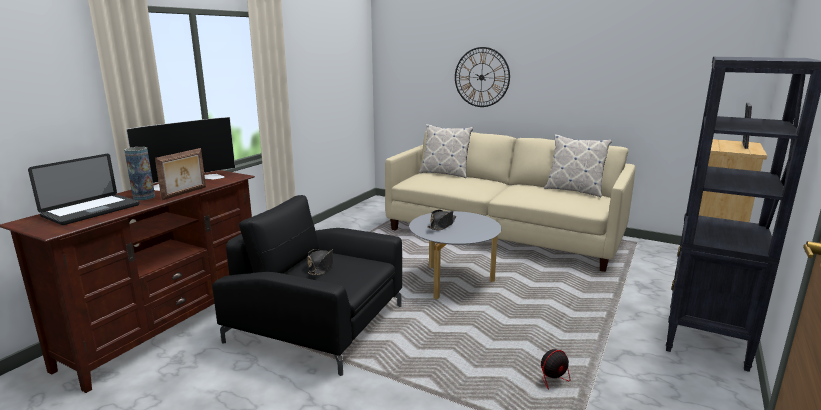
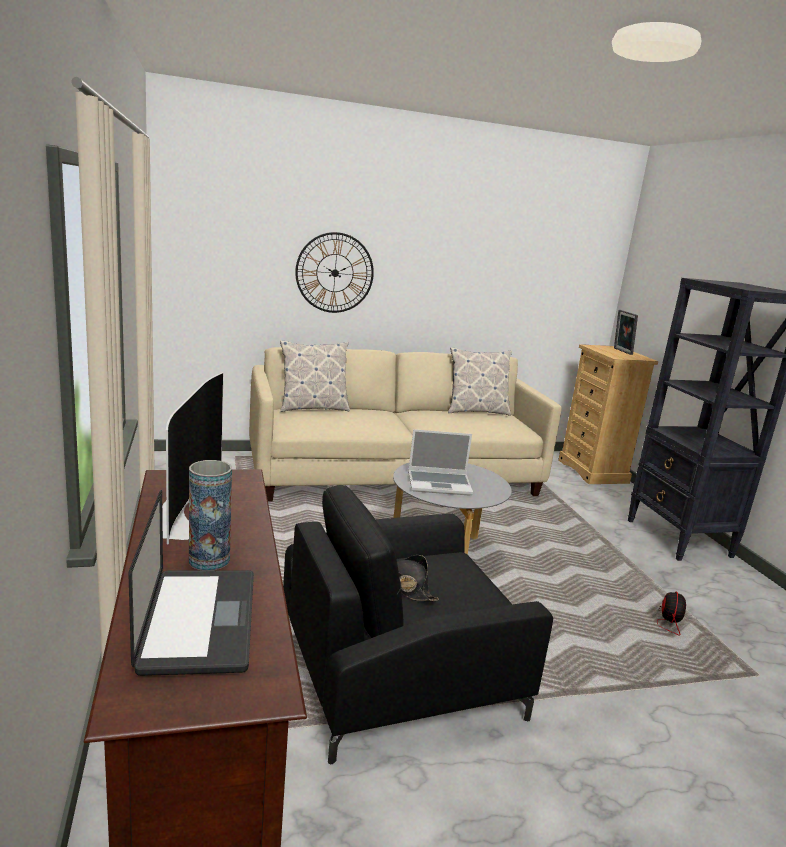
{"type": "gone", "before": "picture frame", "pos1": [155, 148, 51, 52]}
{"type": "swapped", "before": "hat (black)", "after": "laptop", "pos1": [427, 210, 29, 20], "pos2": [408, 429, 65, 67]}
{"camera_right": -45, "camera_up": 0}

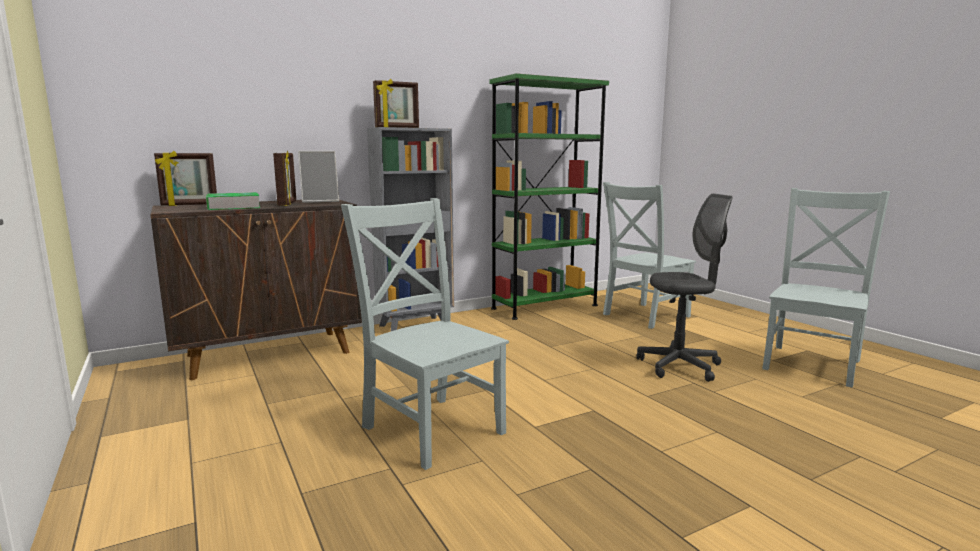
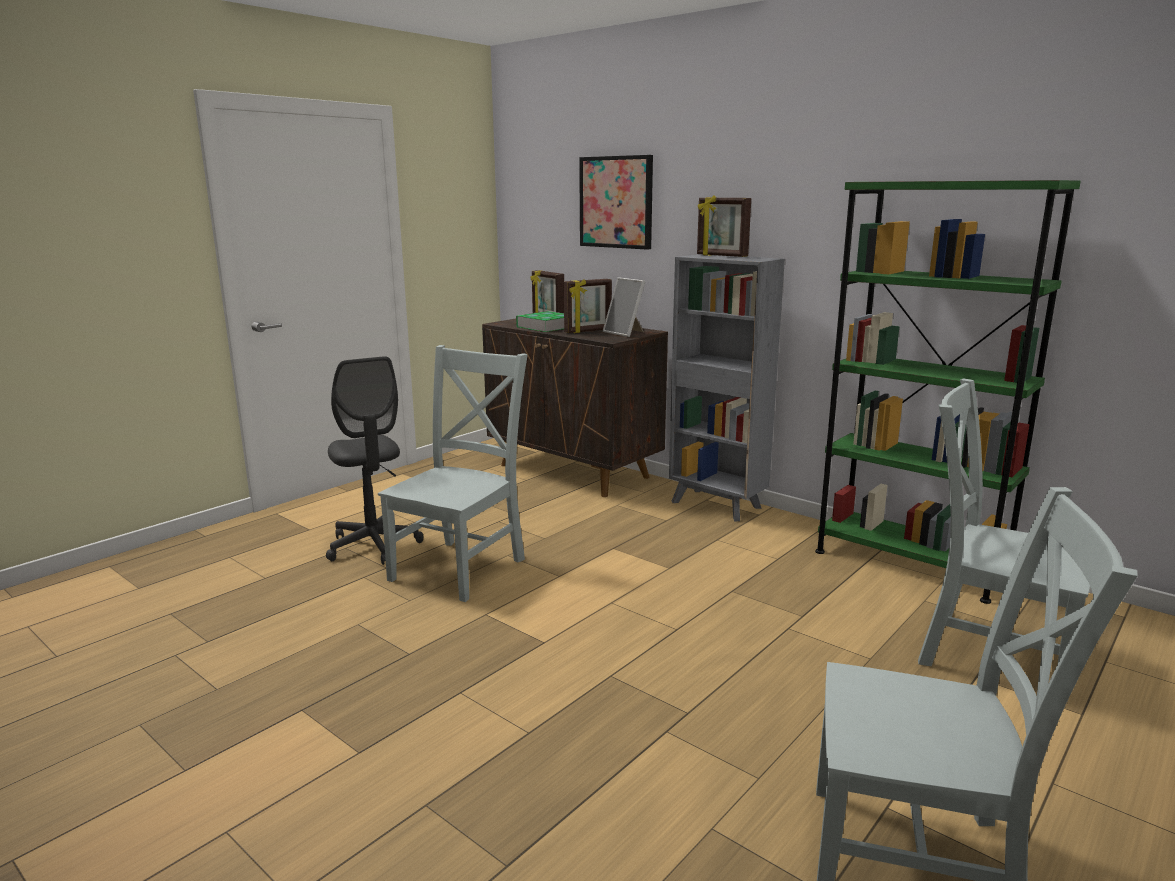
{"type": "shifted", "before": "office chair (grey)", "pos1": [636, 193, 97, 189], "pos2": [326, 356, 98, 209]}
{"type": "new", "after": "picture", "pos2": [579, 155, 74, 95]}
{"camera_right": 70, "camera_up": 5}

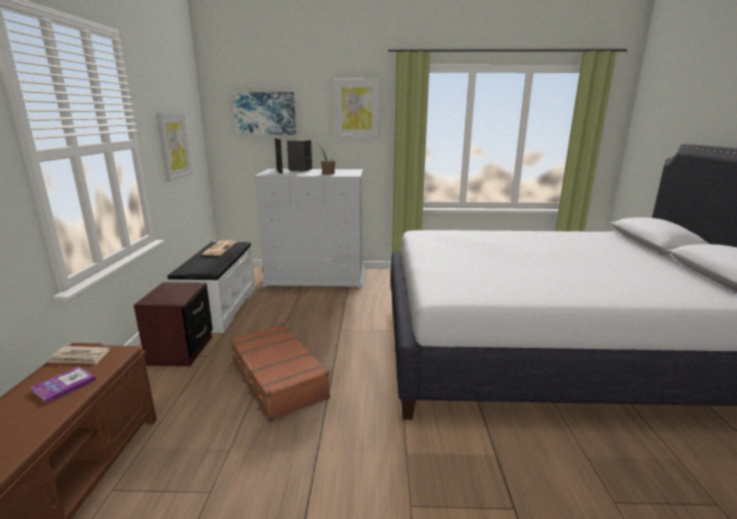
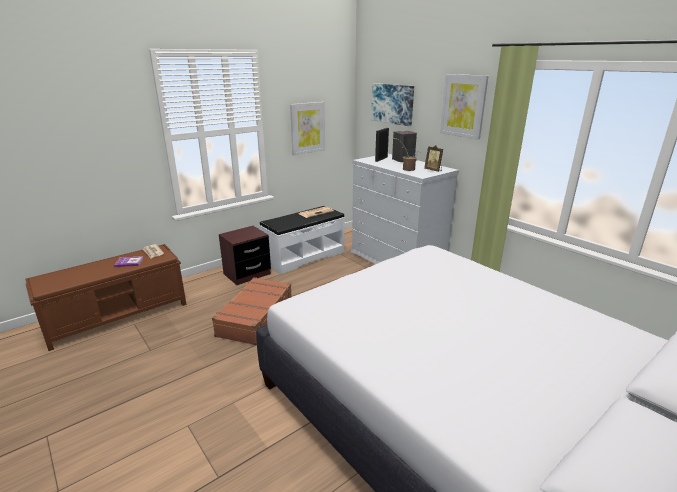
{"type": "new", "after": "picture frame", "pos2": [424, 145, 19, 27]}
{"camera_right": 50, "camera_up": 5}

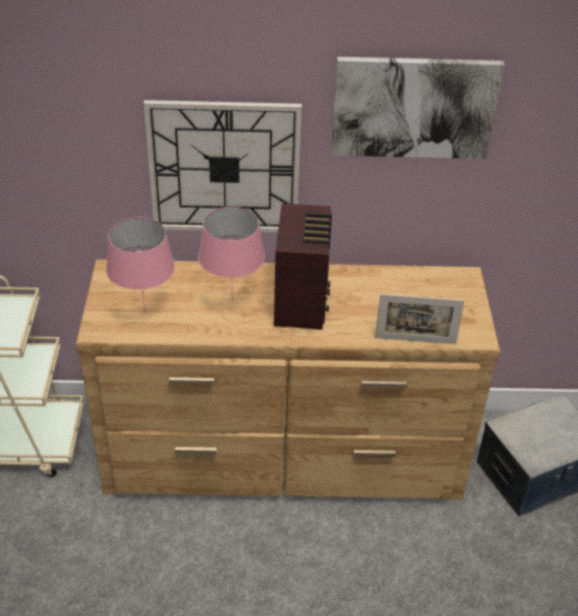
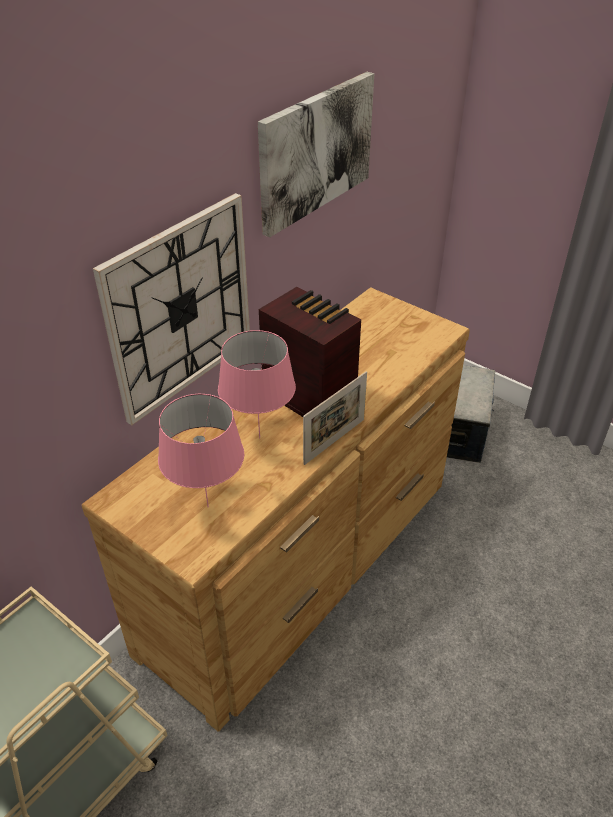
{"type": "shifted", "before": "picture frame", "pos1": [375, 294, 90, 50], "pos2": [303, 371, 64, 94]}
{"camera_right": -50, "camera_up": 0}

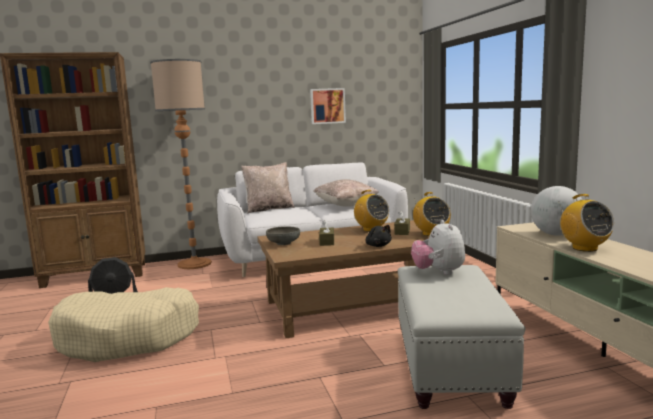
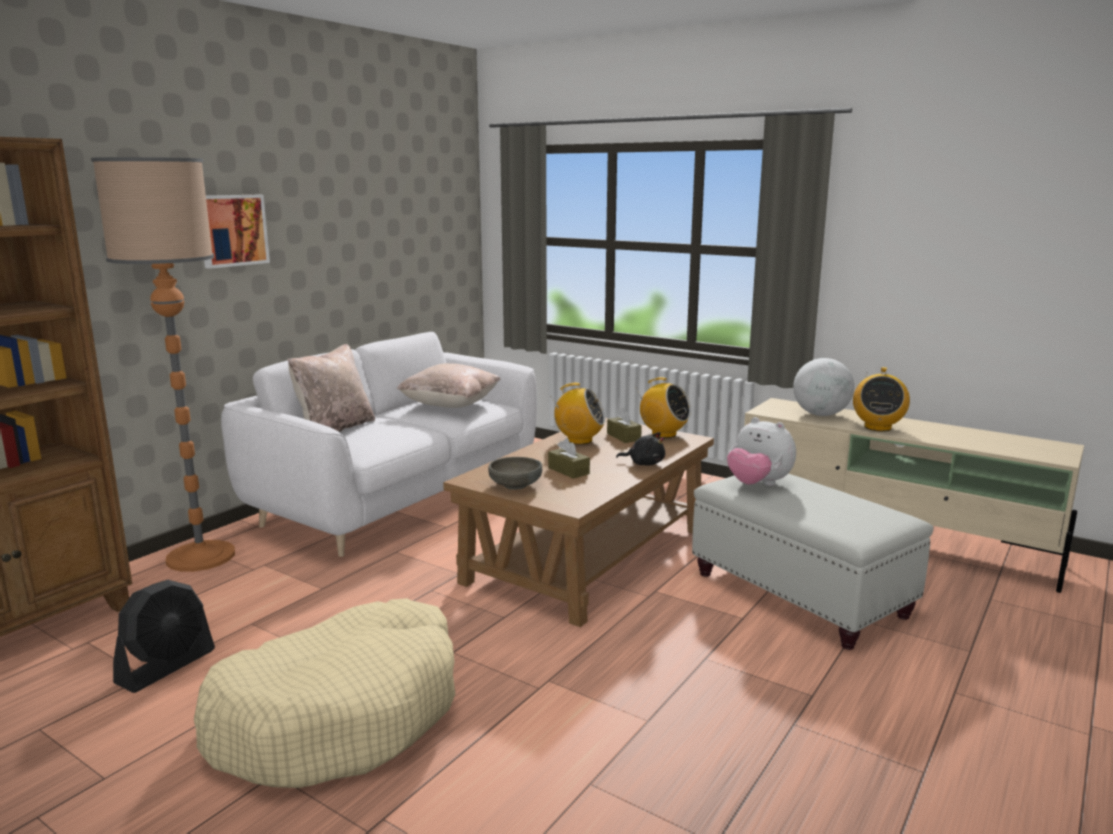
{"type": "shifted", "before": "picture", "pos1": [310, 88, 36, 36], "pos2": [204, 195, 66, 74]}
{"type": "rotated", "before": "radio", "pos1": [559, 194, 55, 58], "pos2": [853, 367, 57, 65], "turn": 75}
{"camera_right": -40, "camera_up": 5}

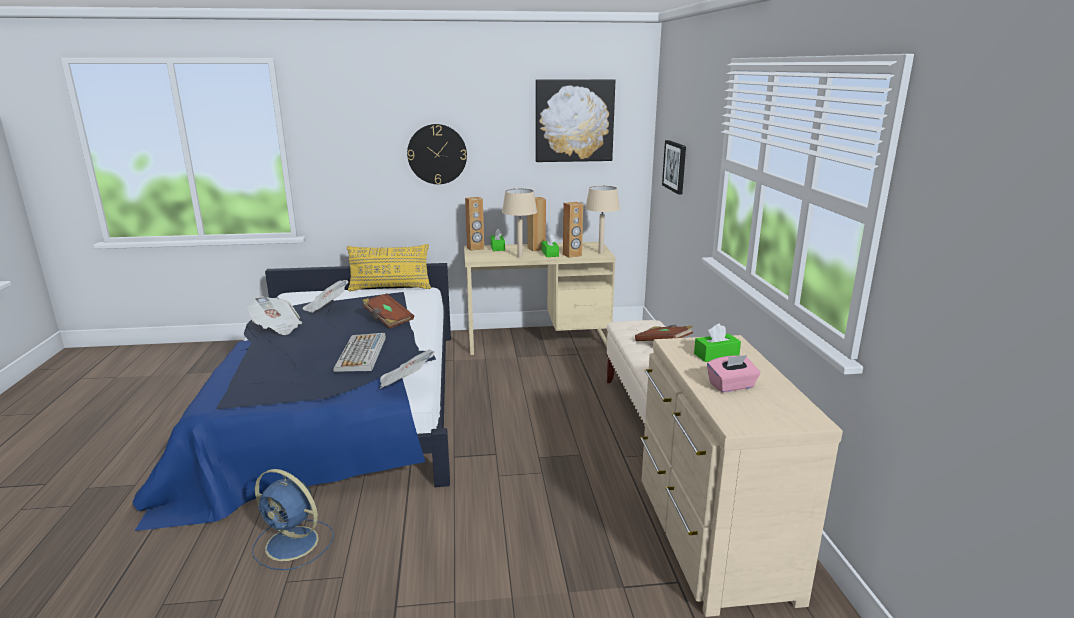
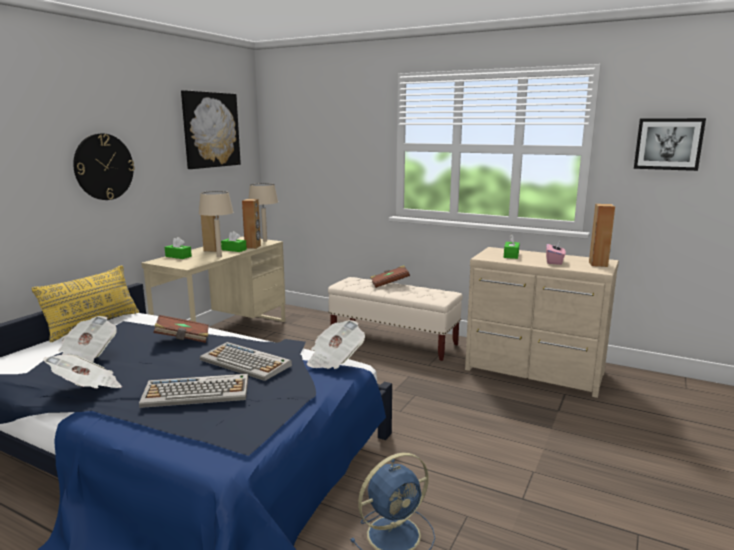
{"type": "shifted", "before": "speaker (brown)", "pos1": [465, 197, 19, 54], "pos2": [589, 204, 26, 63]}
{"type": "shifted", "before": "picture", "pos1": [662, 140, 24, 54], "pos2": [634, 118, 72, 53]}
{"type": "new", "after": "keyboard", "pos2": [139, 374, 109, 34]}
{"camera_right": -55, "camera_up": -5}

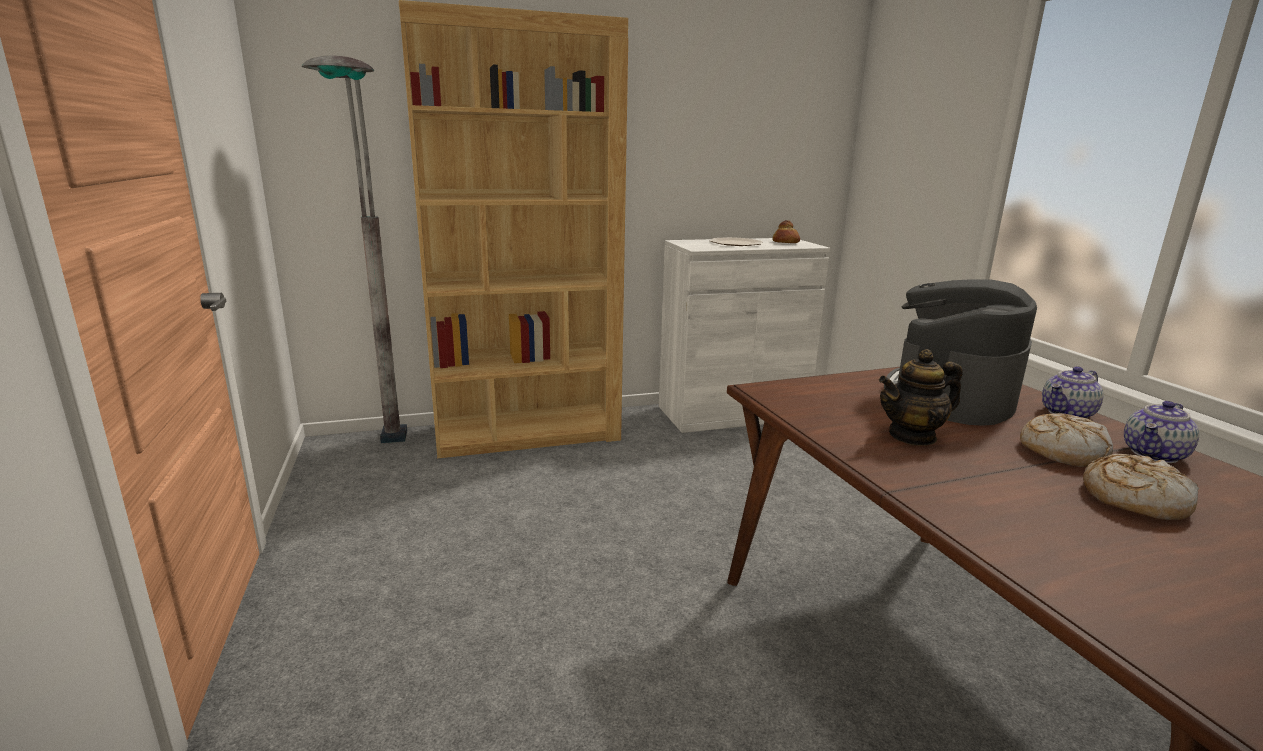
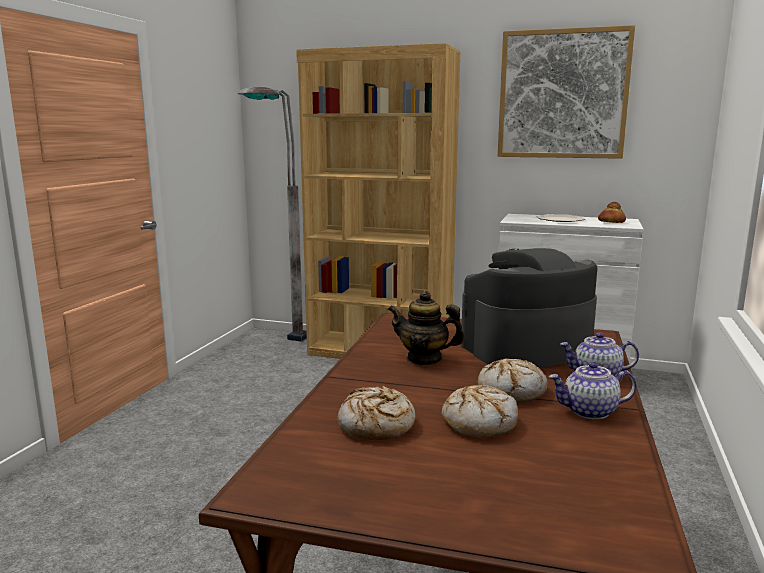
{"type": "new", "after": "bread", "pos2": [337, 386, 79, 54]}
{"type": "new", "after": "picture", "pos2": [498, 25, 137, 134]}
{"camera_right": 35, "camera_up": -5}

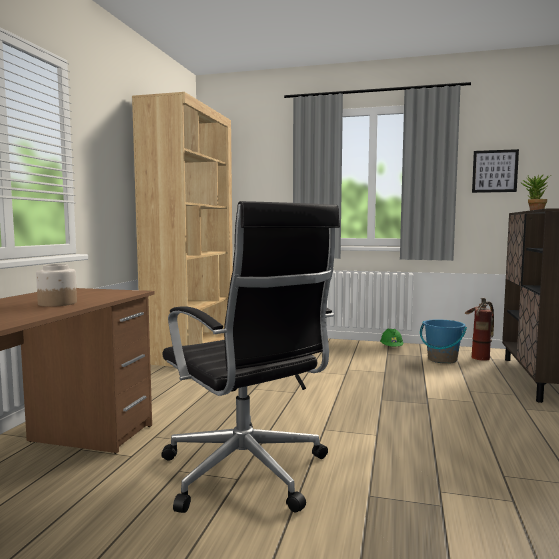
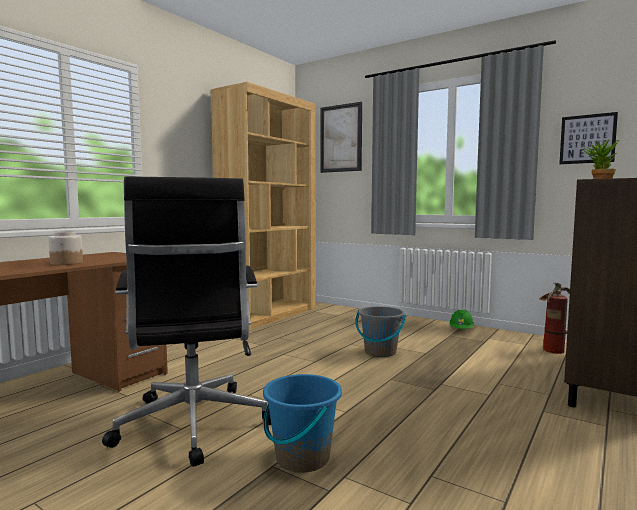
{"type": "shifted", "before": "bucket (blue)", "pos1": [420, 319, 47, 45], "pos2": [263, 374, 79, 99]}
{"type": "new", "after": "picture", "pos2": [320, 102, 42, 71]}
{"type": "new", "after": "bucket (grey)", "pos2": [355, 306, 51, 51]}
{"camera_right": 20, "camera_up": 0}

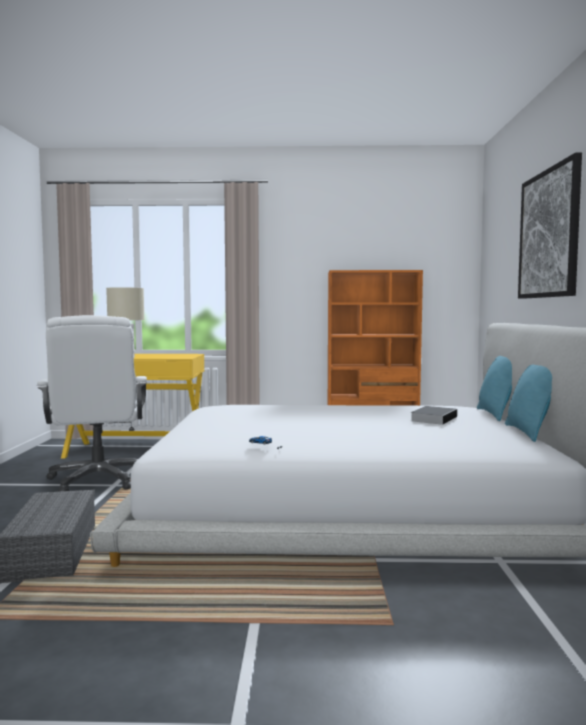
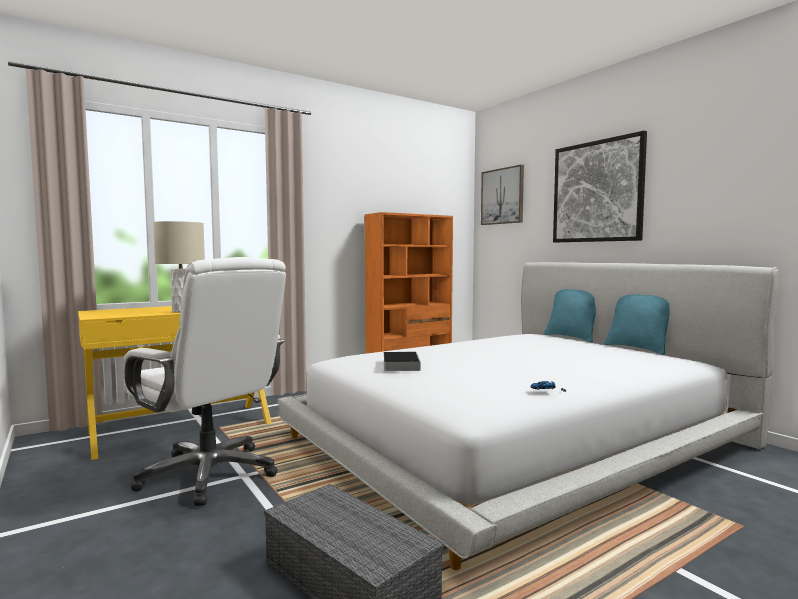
{"type": "shifted", "before": "book", "pos1": [410, 406, 47, 19], "pos2": [384, 352, 37, 19]}
{"type": "new", "after": "picture", "pos2": [481, 165, 43, 60]}
{"camera_right": -35, "camera_up": 0}

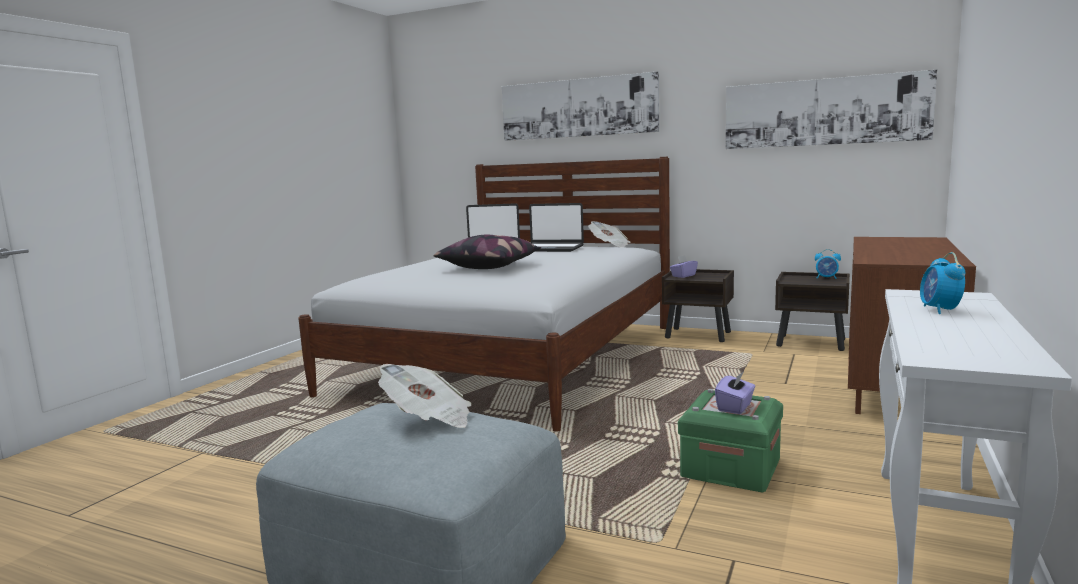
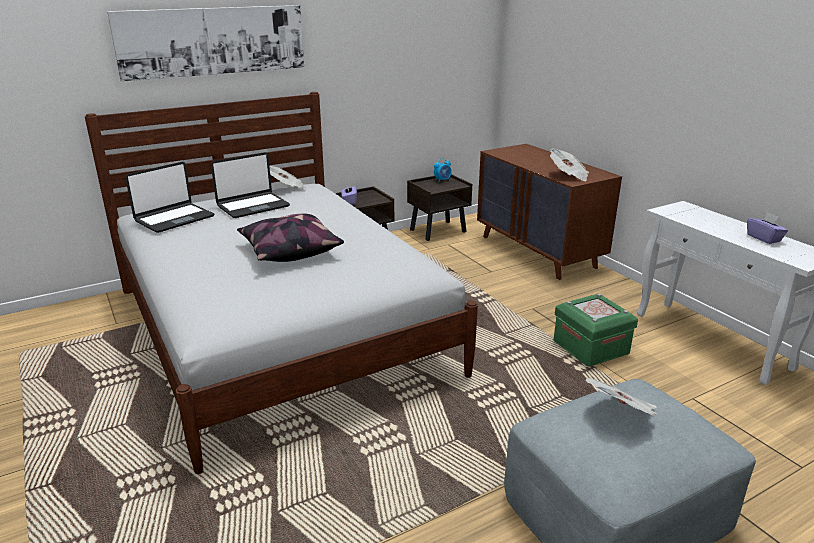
{"type": "shifted", "before": "tissue box (purple)", "pos1": [715, 371, 40, 43], "pos2": [747, 212, 41, 32]}
{"type": "gone", "before": "picture", "pos1": [726, 70, 211, 79]}
{"type": "gone", "before": "alarm clock", "pos1": [920, 252, 45, 62]}
{"type": "new", "after": "newspaper", "pos2": [550, 148, 39, 33]}
{"camera_right": -55, "camera_up": 15}

